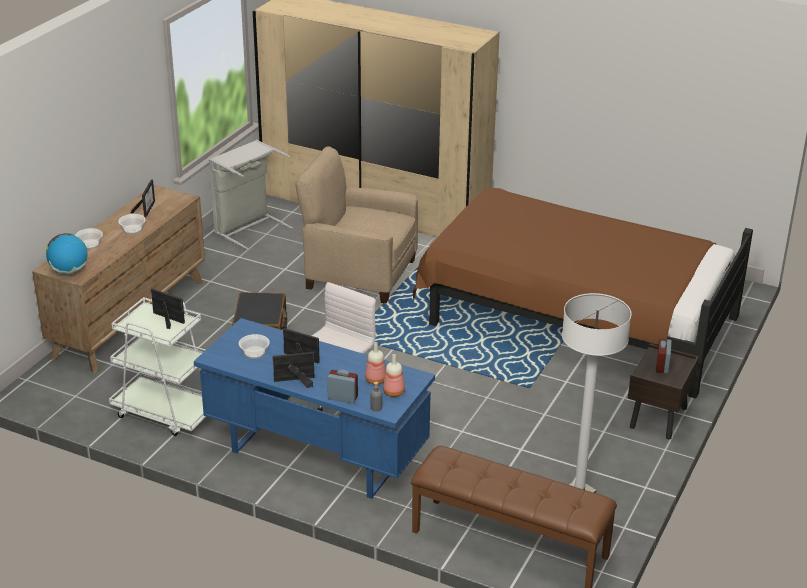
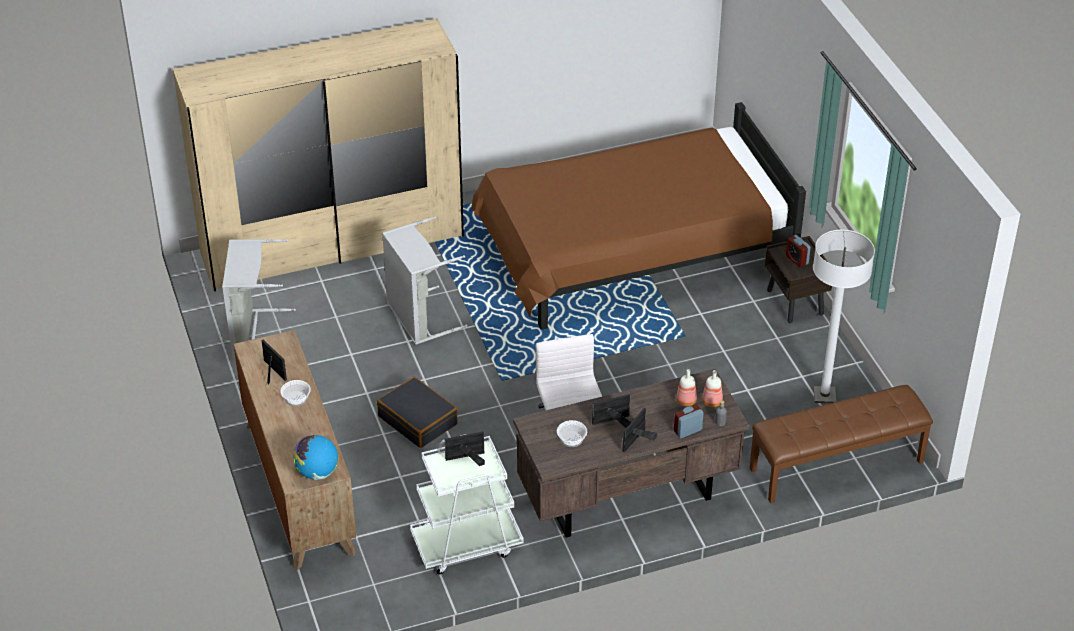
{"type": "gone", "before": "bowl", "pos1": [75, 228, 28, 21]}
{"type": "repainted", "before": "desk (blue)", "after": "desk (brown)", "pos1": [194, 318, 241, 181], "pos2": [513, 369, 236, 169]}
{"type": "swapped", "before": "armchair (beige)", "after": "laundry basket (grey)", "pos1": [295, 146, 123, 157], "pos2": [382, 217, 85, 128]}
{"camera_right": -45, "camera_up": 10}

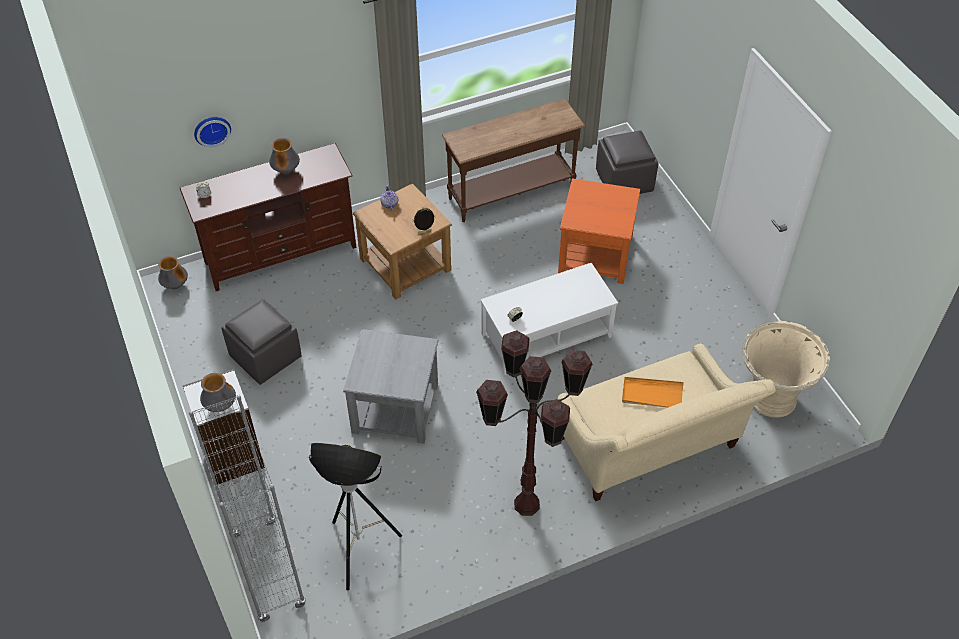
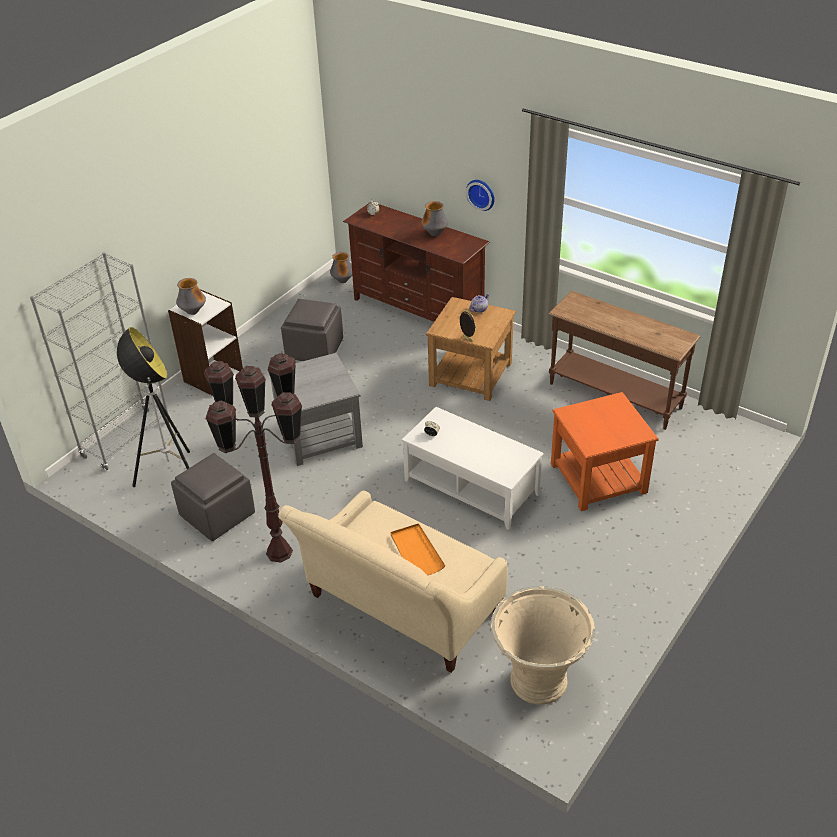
{"type": "shifted", "before": "wall clock", "pos1": [194, 117, 37, 30], "pos2": [466, 180, 29, 31]}
{"type": "shifted", "before": "ottoman (grey)", "pos1": [596, 130, 62, 64], "pos2": [171, 453, 84, 88]}
{"camera_right": 60, "camera_up": -10}

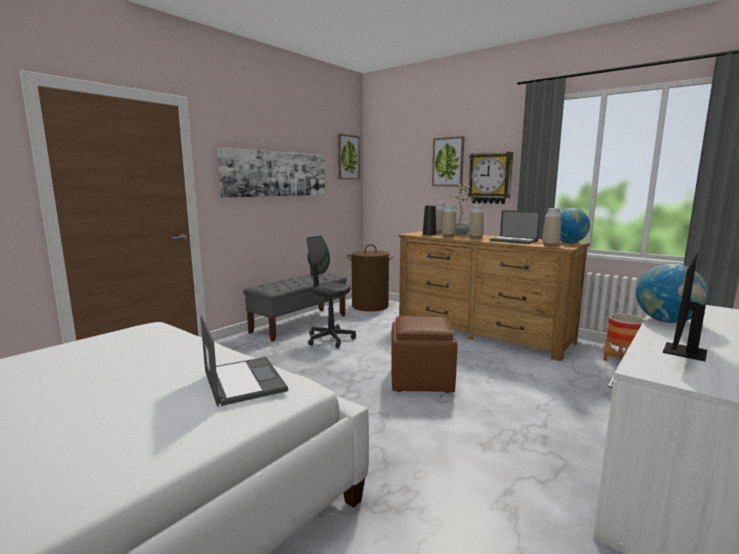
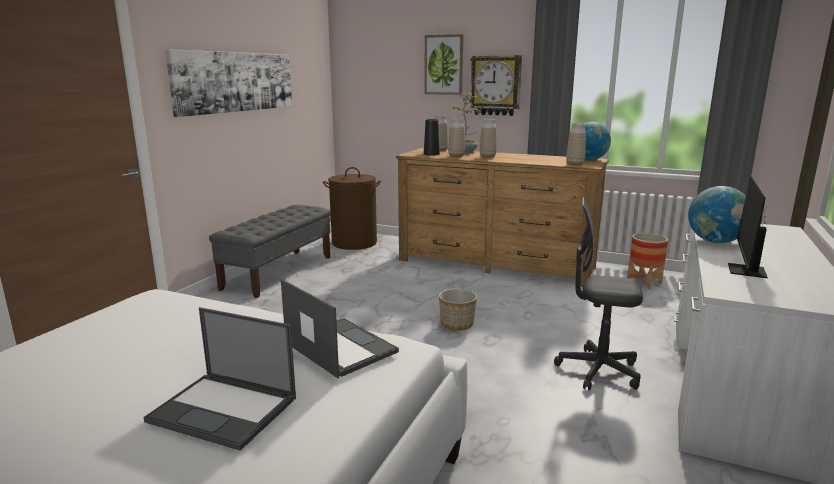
{"type": "shifted", "before": "office chair (grey)", "pos1": [306, 235, 50, 113], "pos2": [554, 197, 89, 193]}
{"type": "gone", "before": "picture", "pos1": [338, 134, 22, 46]}
{"type": "swapped", "before": "ottoman (brown)", "after": "planter", "pos1": [391, 316, 66, 77], "pos2": [439, 289, 38, 42]}
{"type": "shifted", "before": "laptop", "pos1": [489, 210, 52, 34], "pos2": [143, 307, 153, 144]}
{"camera_right": -15, "camera_up": 5}

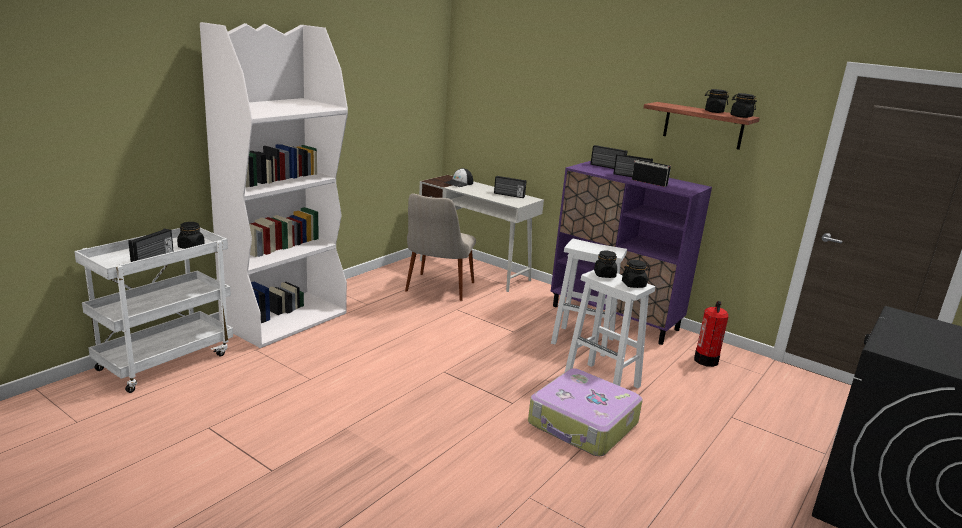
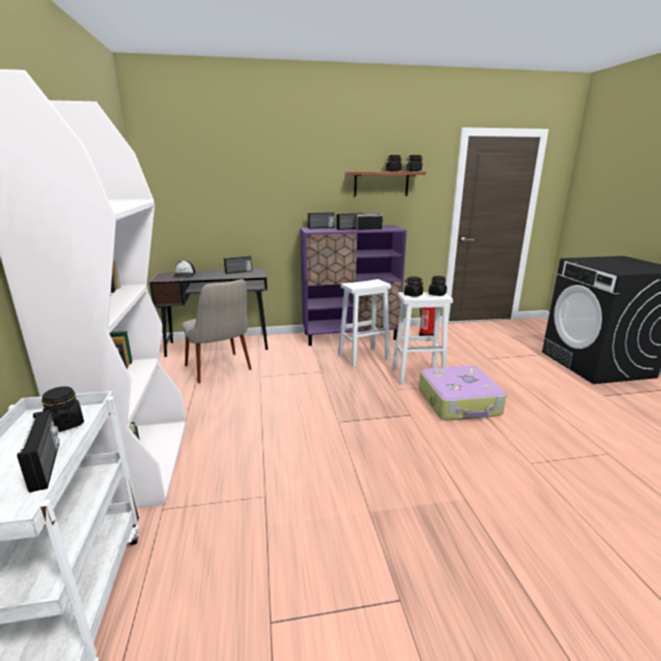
{"type": "repainted", "before": "desk (white)", "after": "desk (black)", "pos1": [419, 175, 125, 117], "pos2": [149, 269, 119, 88]}
{"camera_right": -45, "camera_up": 0}

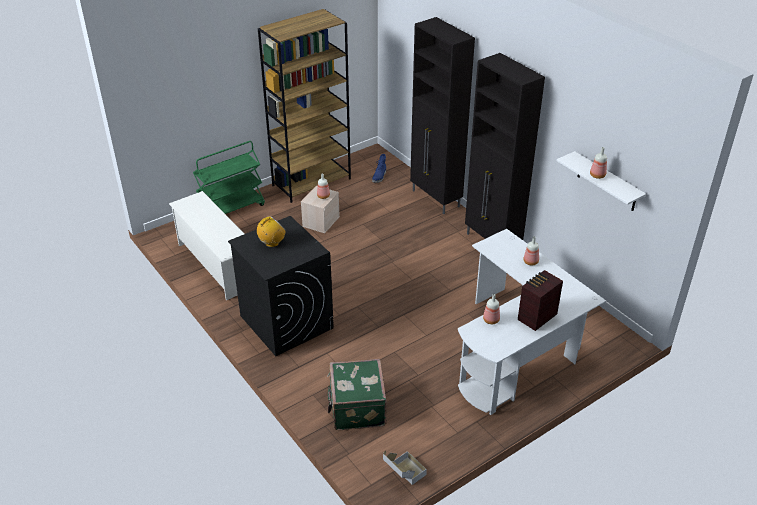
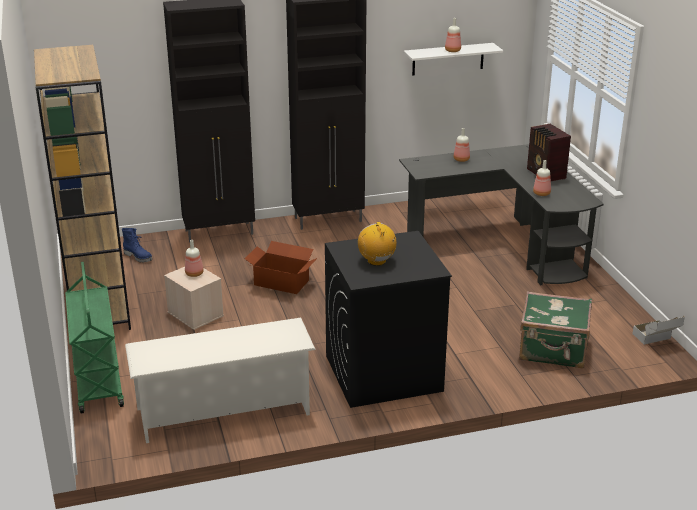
{"type": "repainted", "before": "desk (white)", "after": "desk (black)", "pos1": [458, 229, 148, 186], "pos2": [399, 144, 205, 141]}
{"type": "new", "after": "cardboard box", "pos2": [245, 241, 72, 53]}
{"camera_right": -70, "camera_up": -10}

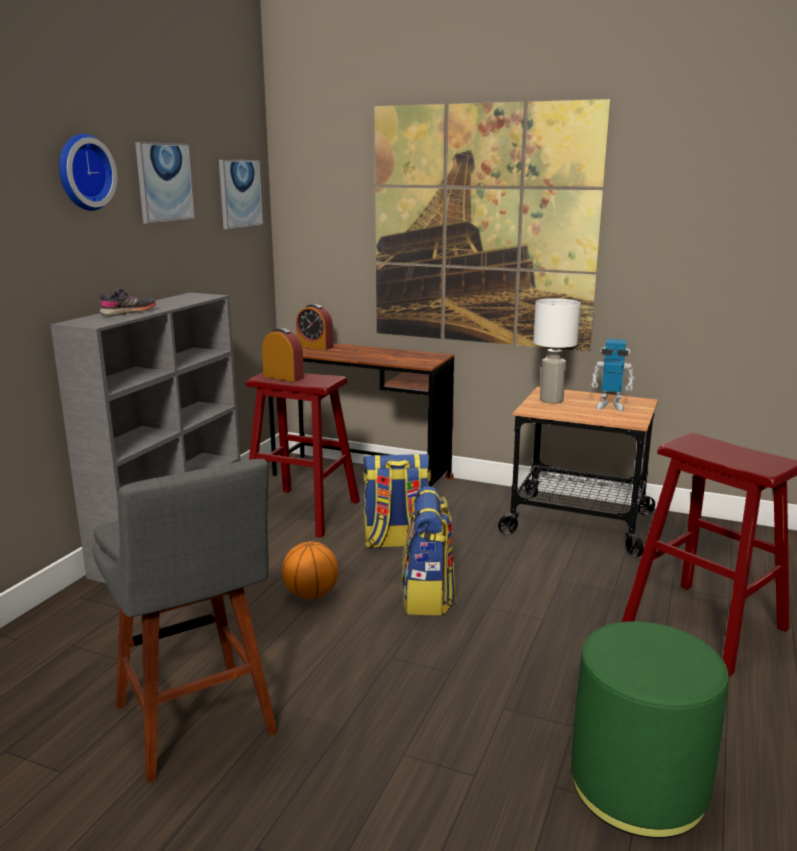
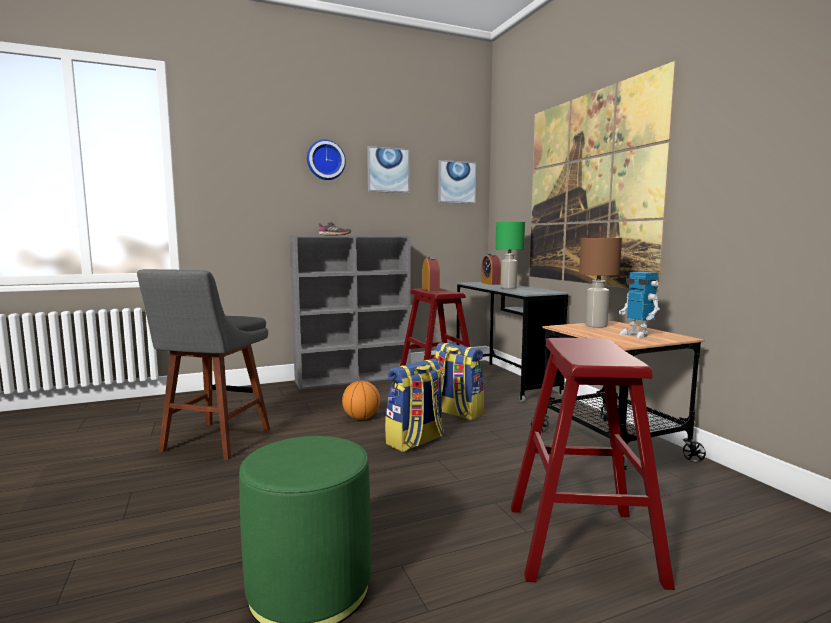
{"type": "repainted", "before": "desk (brown)", "after": "desk (grey)", "pos1": [268, 343, 186, 144], "pos2": [457, 282, 111, 120]}
{"type": "repainted", "before": "table lamp (white)", "after": "table lamp (brown)", "pos1": [533, 298, 47, 105], "pos2": [579, 238, 43, 90]}
{"type": "new", "after": "table lamp (green)", "pos2": [496, 222, 29, 67]}
{"camera_right": 45, "camera_up": -10}

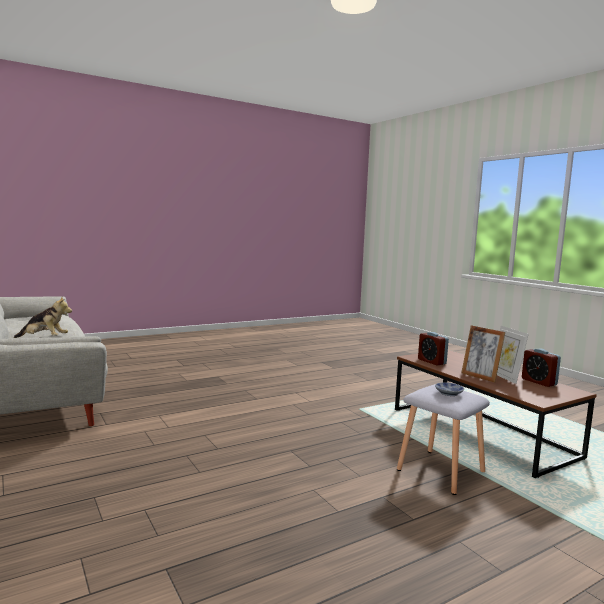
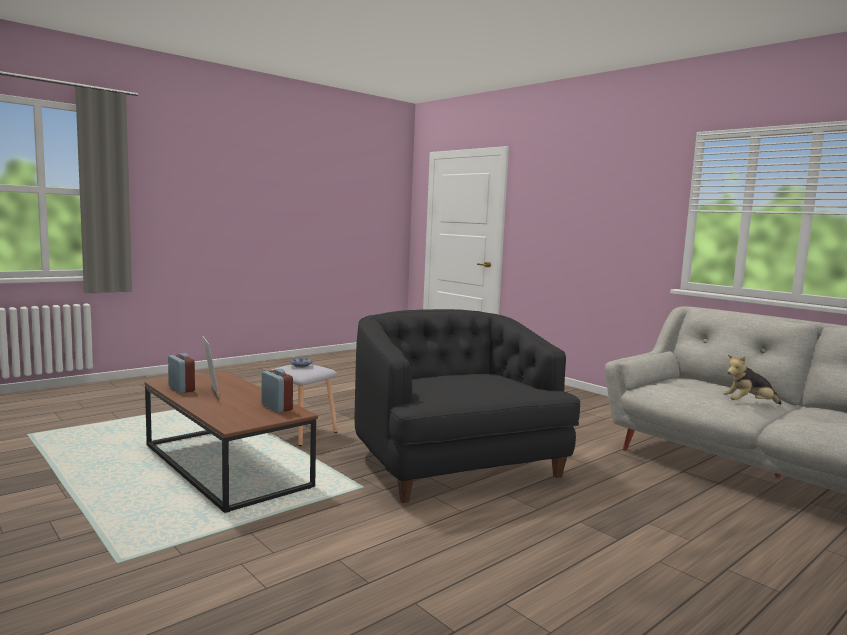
{"type": "gone", "before": "picture frame", "pos1": [461, 325, 44, 58]}
{"type": "new", "after": "armchair (black)", "pos2": [355, 309, 225, 194]}
{"camera_right": 170, "camera_up": 0}

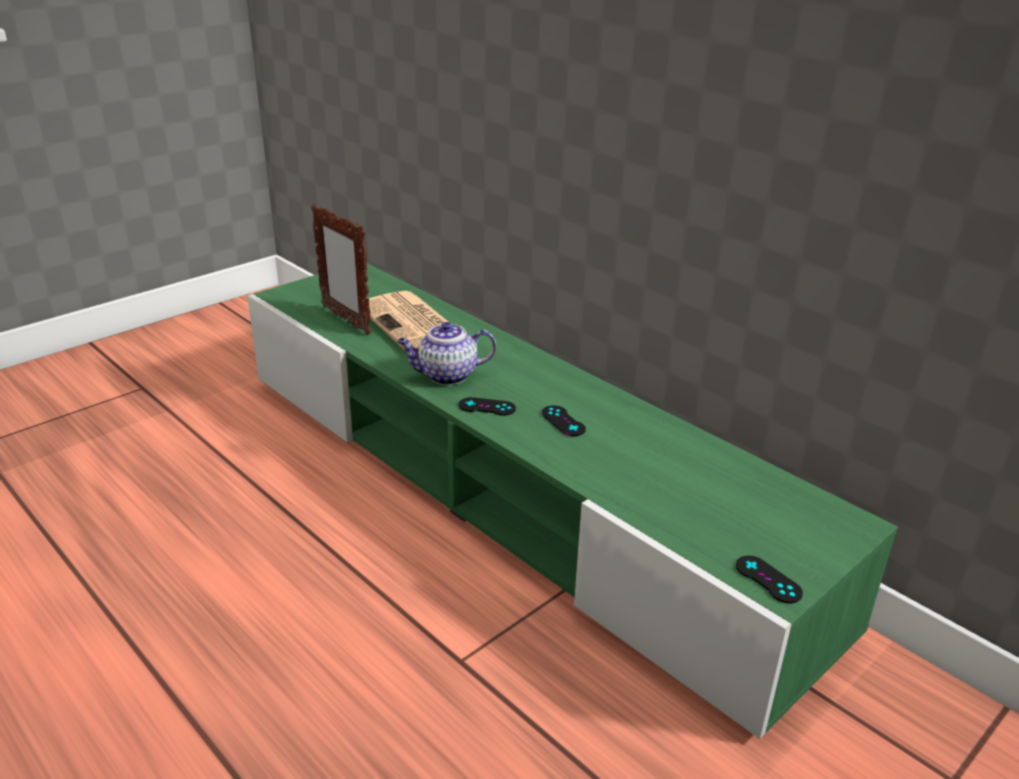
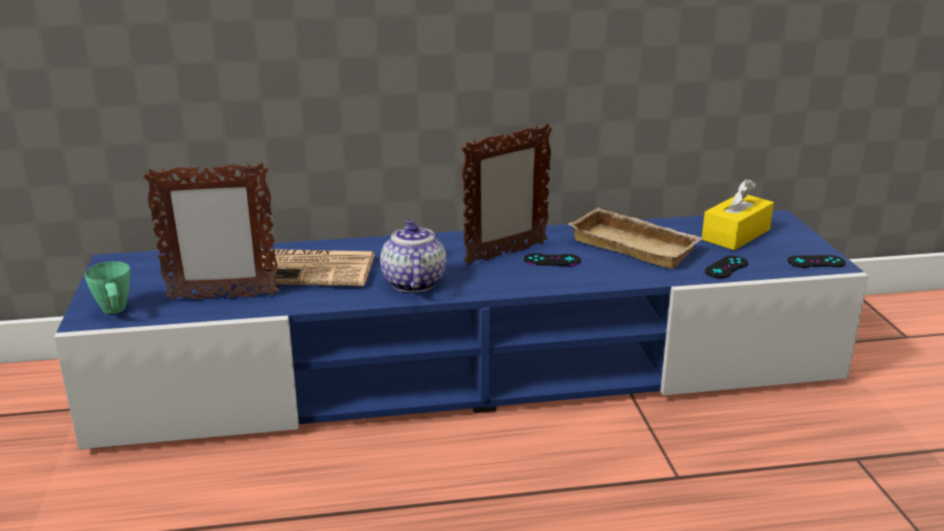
{"type": "repainted", "before": "tv stand (green)", "after": "tv stand (blue)", "pos1": [247, 263, 651, 476], "pos2": [54, 210, 814, 240]}
{"type": "rotated", "before": "teapot", "pos1": [397, 322, 99, 63], "pos2": [380, 220, 66, 72], "turn": 150}
{"type": "shifted", "before": "game controller (black)", "pos1": [459, 397, 57, 19], "pos2": [705, 256, 43, 22]}
{"type": "new", "after": "mug (green)", "pos2": [84, 261, 46, 53]}
{"type": "new", "after": "picture frame", "pos2": [461, 123, 91, 142]}
{"type": "new", "after": "tray (beige)", "pos2": [568, 208, 136, 61]}
{"type": "new", "after": "tissue box (yellow)", "pos2": [702, 179, 72, 72]}
{"camera_right": -55, "camera_up": -5}

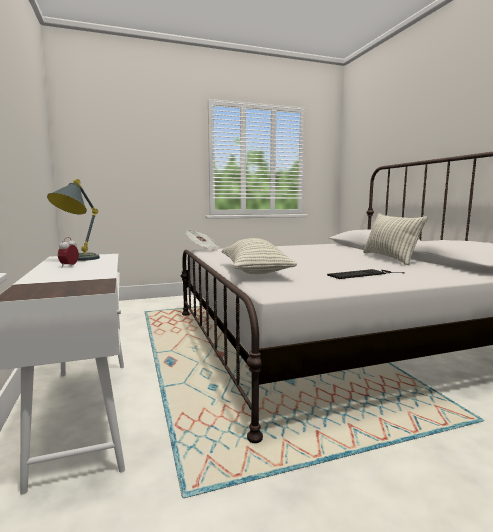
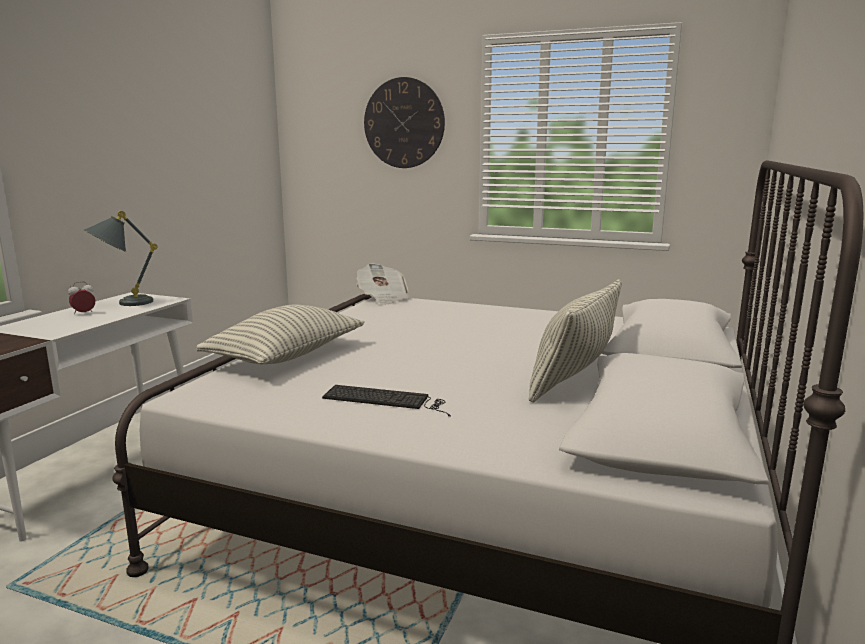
{"type": "new", "after": "wall clock", "pos2": [364, 77, 81, 91]}
{"camera_right": 40, "camera_up": 5}

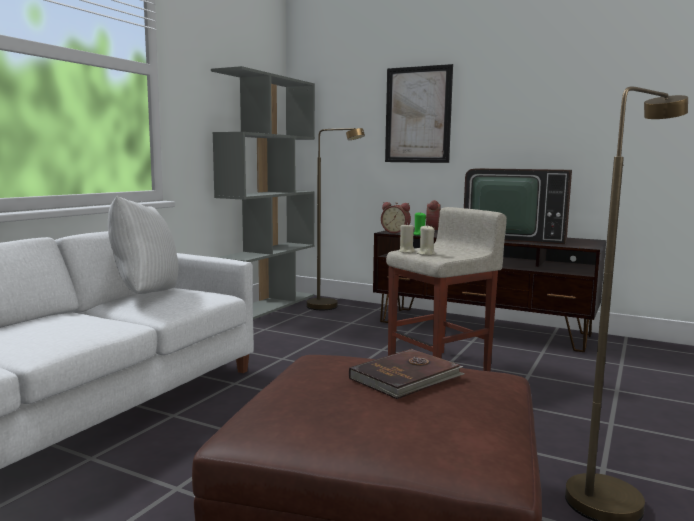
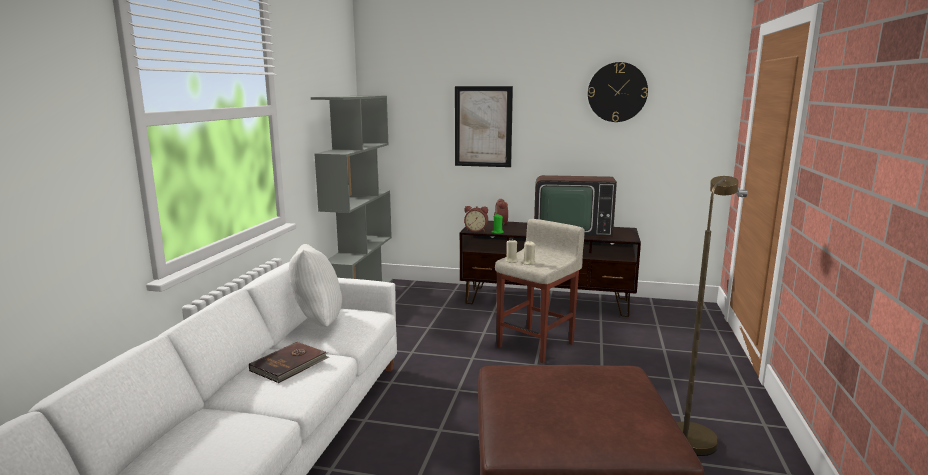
{"type": "gone", "before": "floor lamp (brown)", "pos1": [306, 128, 59, 182]}
{"type": "shifted", "before": "book (brown)", "pos1": [349, 349, 116, 50], "pos2": [249, 342, 80, 41]}
{"type": "new", "after": "wall clock", "pos2": [588, 62, 60, 60]}
{"camera_right": -15, "camera_up": 5}

